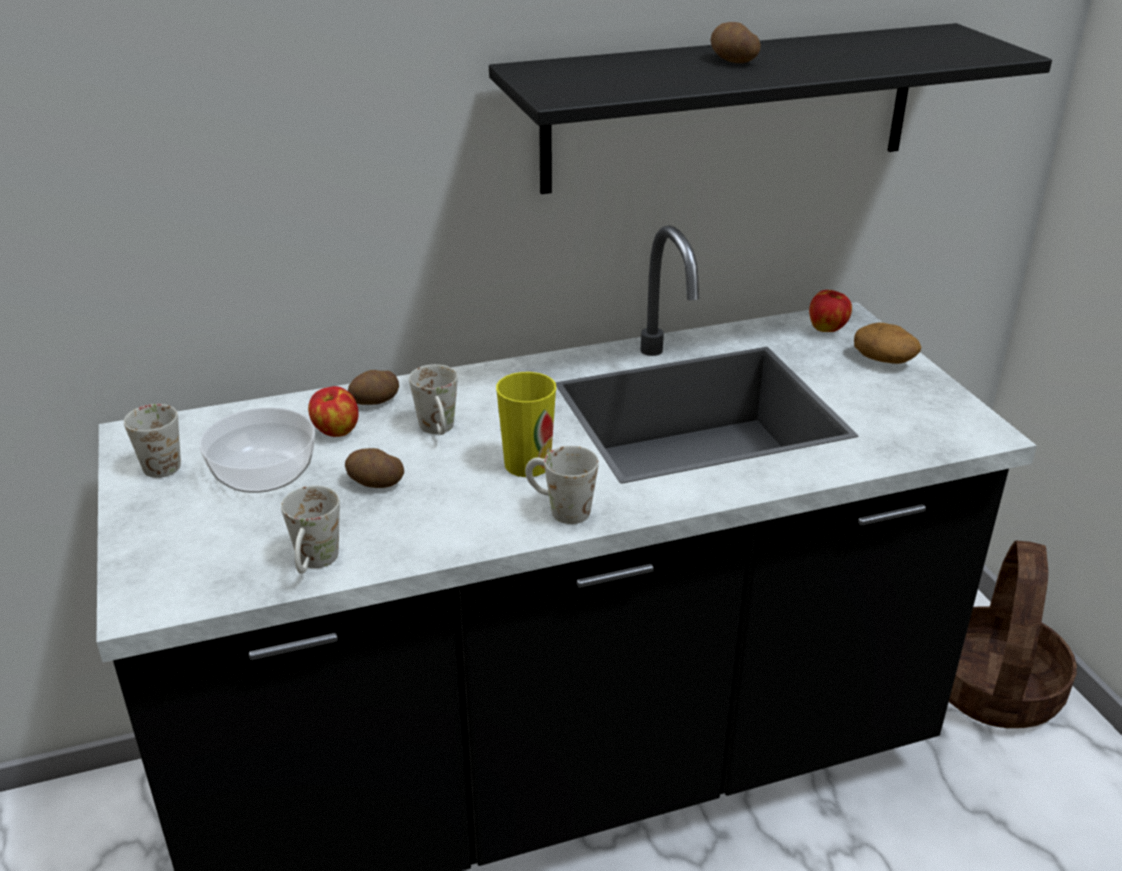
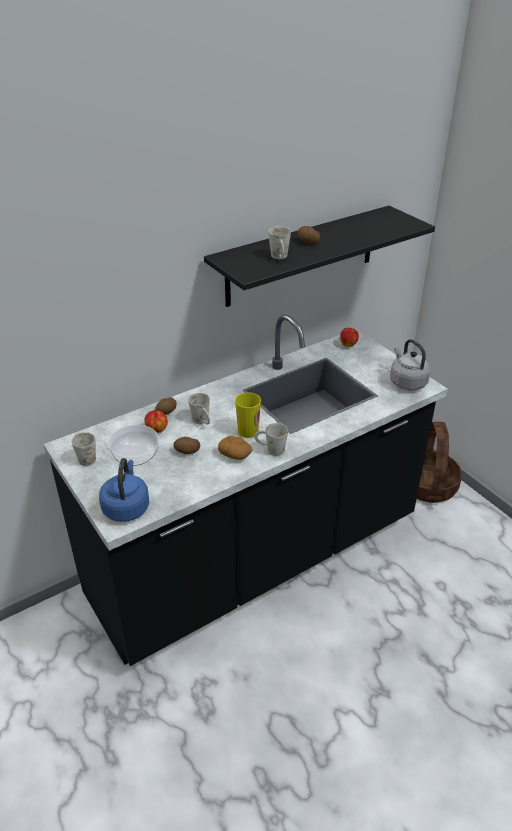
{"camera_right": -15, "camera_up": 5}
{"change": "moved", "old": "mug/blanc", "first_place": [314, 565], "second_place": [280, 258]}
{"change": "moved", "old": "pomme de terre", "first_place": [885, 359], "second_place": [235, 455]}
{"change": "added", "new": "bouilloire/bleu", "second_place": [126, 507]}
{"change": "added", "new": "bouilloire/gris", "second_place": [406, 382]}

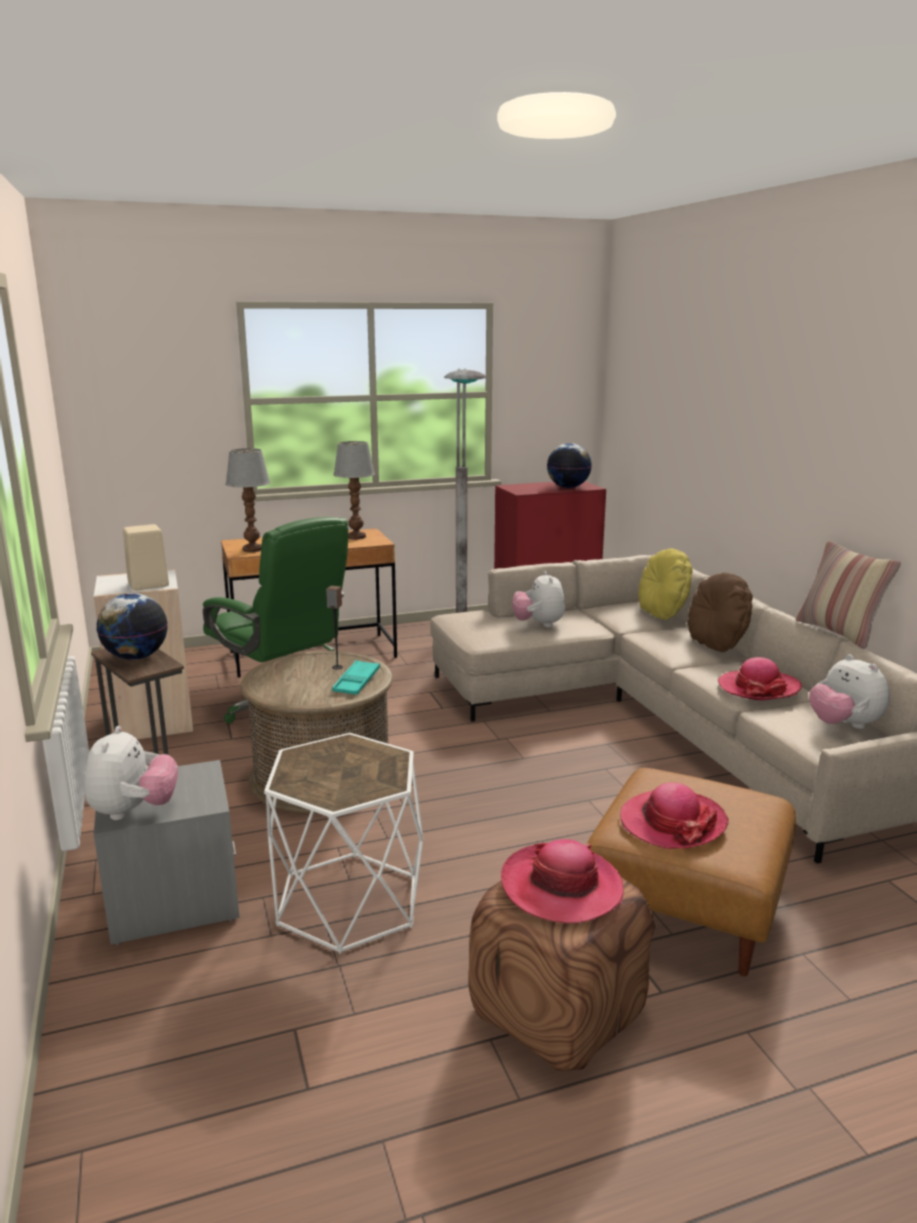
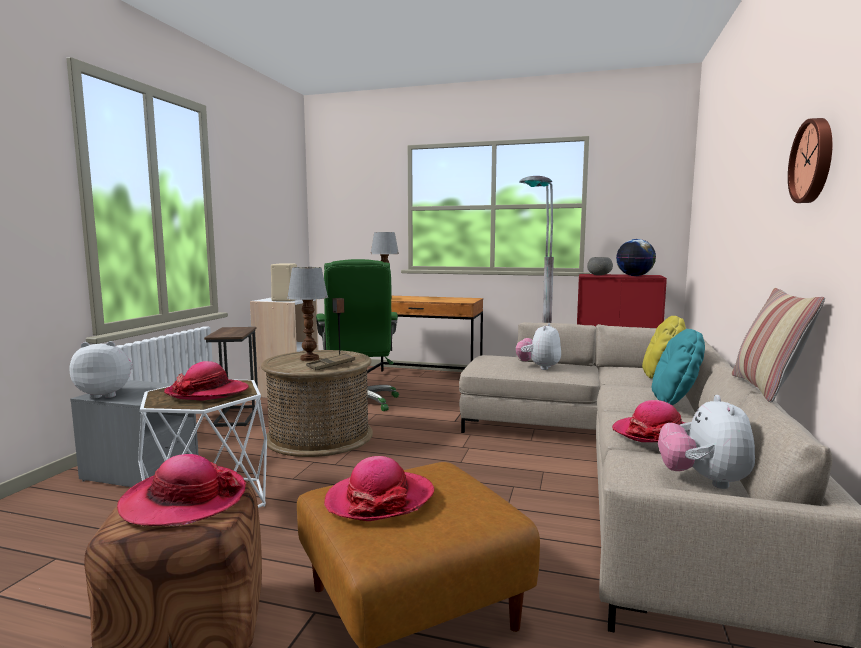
{"camera_right": 35, "camera_up": -10}
{"change": "turned", "old": "peluche", "first_place": [134, 811], "second_place": [106, 394], "degrees": -135}
{"change": "removed", "old": "globe", "first_place": [136, 657]}
{"change": "recoloured", "old": "plateau/turquoise", "new": "plateau/marron", "first_place": [357, 682], "second_place": [331, 365]}
{"change": "moved", "old": "lampe de table", "first_place": [357, 537], "second_place": [310, 359]}
{"change": "recoloured", "old": "coussin/marron", "new": "coussin/turquoise", "first_place": [716, 645], "second_place": [675, 402]}
{"change": "added", "new": "chapeau", "second_place": [207, 392]}
{"change": "added", "new": "bol/gris", "second_place": [599, 275]}
{"change": "added", "new": "horloge murale", "second_place": [814, 161]}

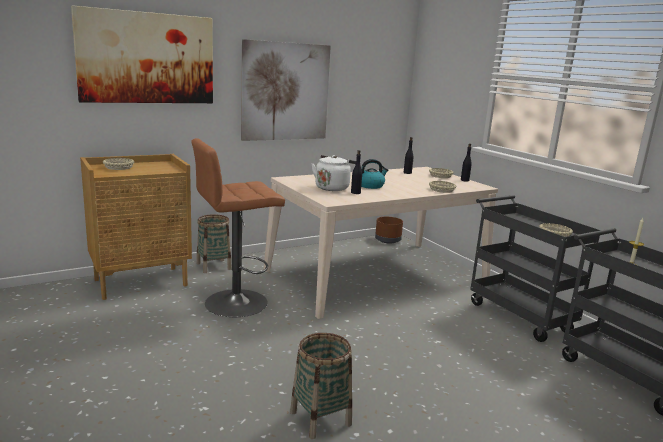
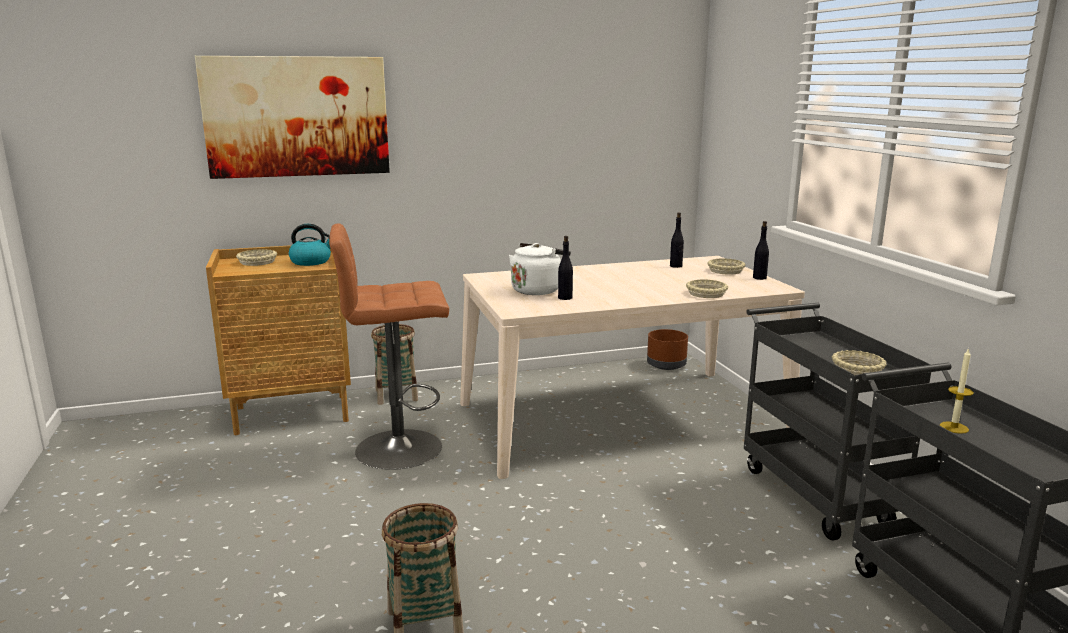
{"camera_right": 15, "camera_up": 0}
{"change": "removed", "old": "tableau", "first_place": [285, 92]}
{"change": "moved", "old": "bouilloire", "first_place": [370, 186], "second_place": [311, 262]}

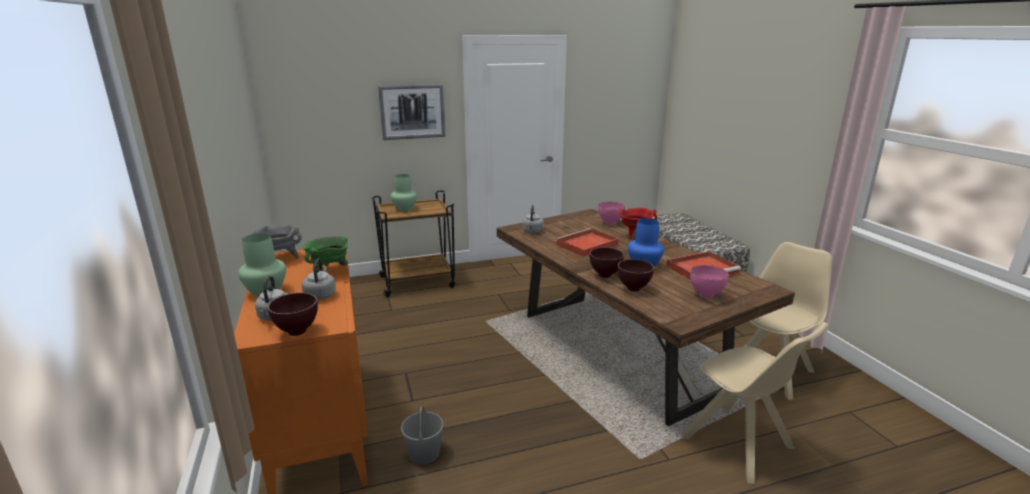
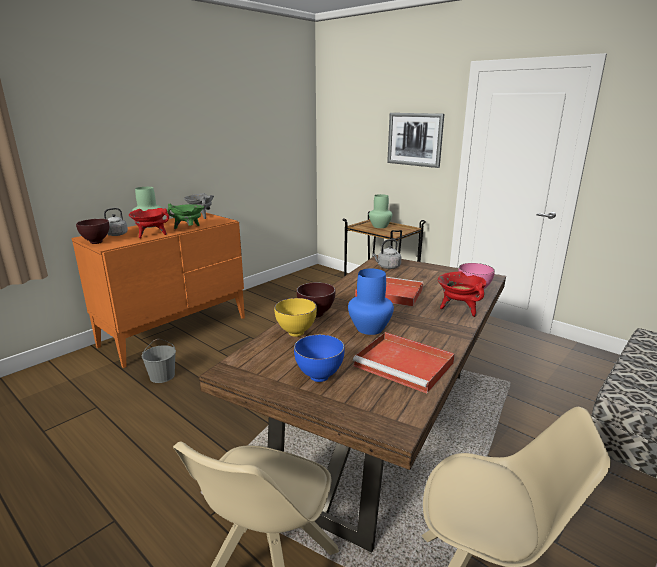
{"camera_right": 60, "camera_up": 0}
{"change": "replaced", "old": "bouilloire/gris", "new": "marmite/rouge", "first_place": [321, 295], "second_place": [151, 235]}
{"change": "recoloured", "old": "bol/marron", "new": "bol/jaune", "first_place": [632, 289], "second_place": [296, 333]}
{"change": "recoloured", "old": "bol/rose", "new": "bol/bleu", "first_place": [705, 295], "second_place": [320, 377]}

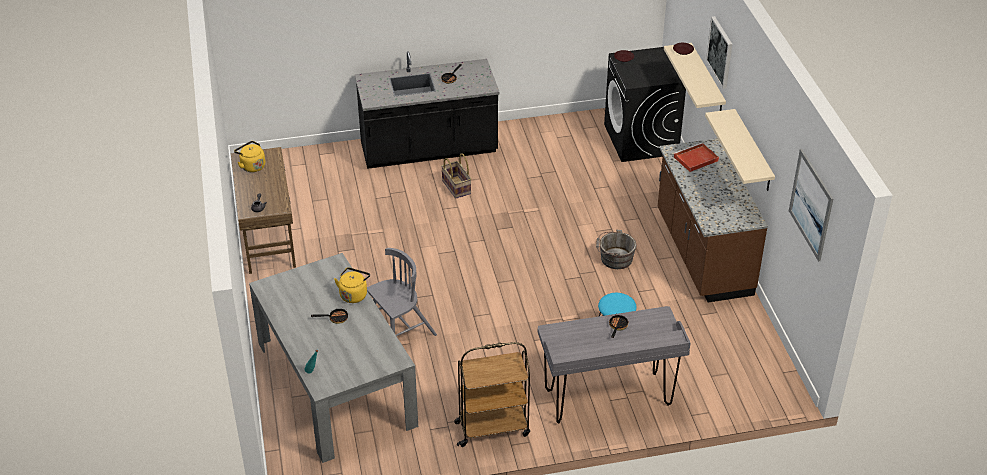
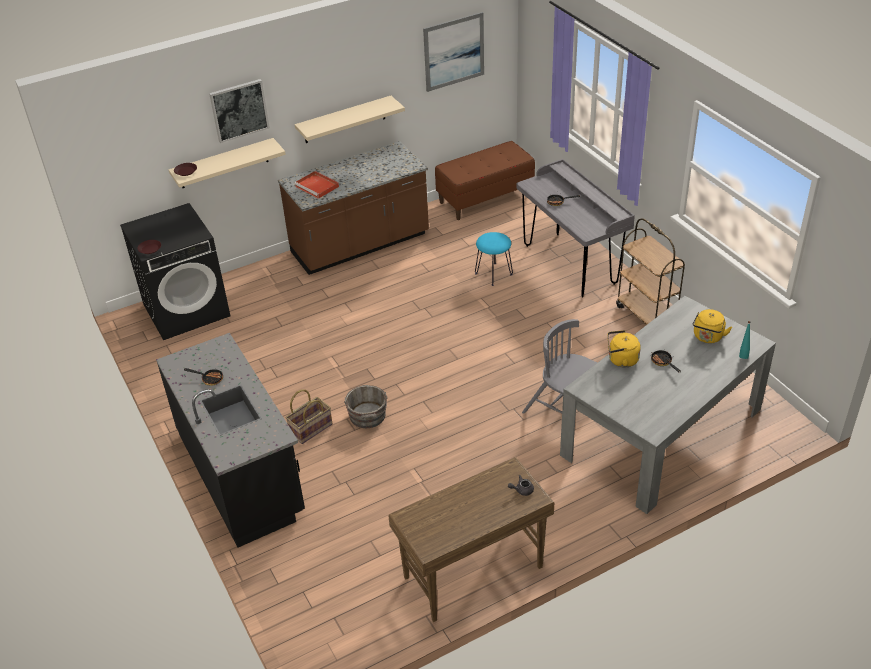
{"camera_right": -105, "camera_up": 0}
{"change": "moved", "old": "bouilloire/jaune", "first_place": [251, 166], "second_place": [707, 337]}
{"change": "moved", "old": "seau/gris", "first_place": [614, 258], "second_place": [368, 417]}
{"change": "added", "new": "banc/marron", "second_place": [485, 198]}

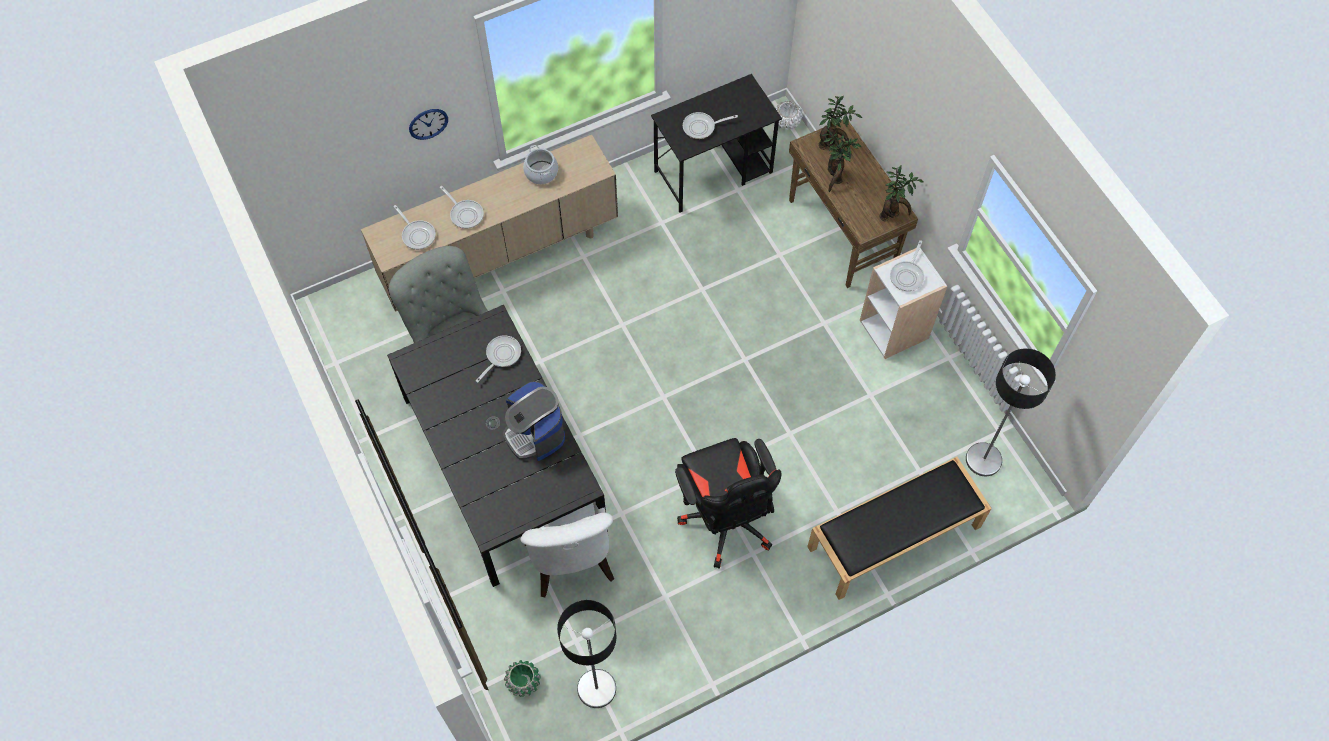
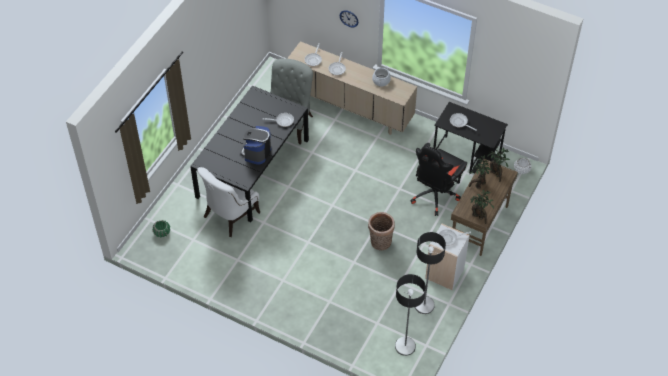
{"camera_right": 55, "camera_up": -10}
{"change": "moved", "old": "lampadaire", "first_place": [597, 688], "second_place": [424, 305]}
{"change": "moved", "old": "chaise de bureau/noir", "first_place": [724, 513], "second_place": [437, 192]}
{"change": "removed", "old": "banc/noir", "first_place": [893, 538]}
{"change": "added", "new": "panier", "second_place": [380, 243]}

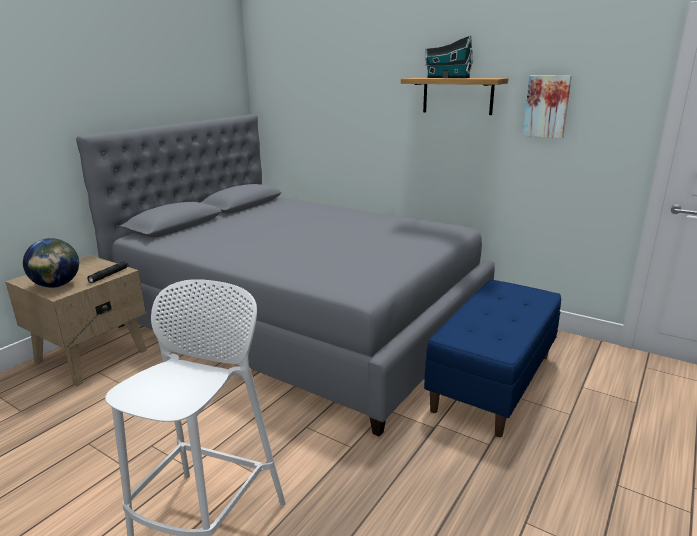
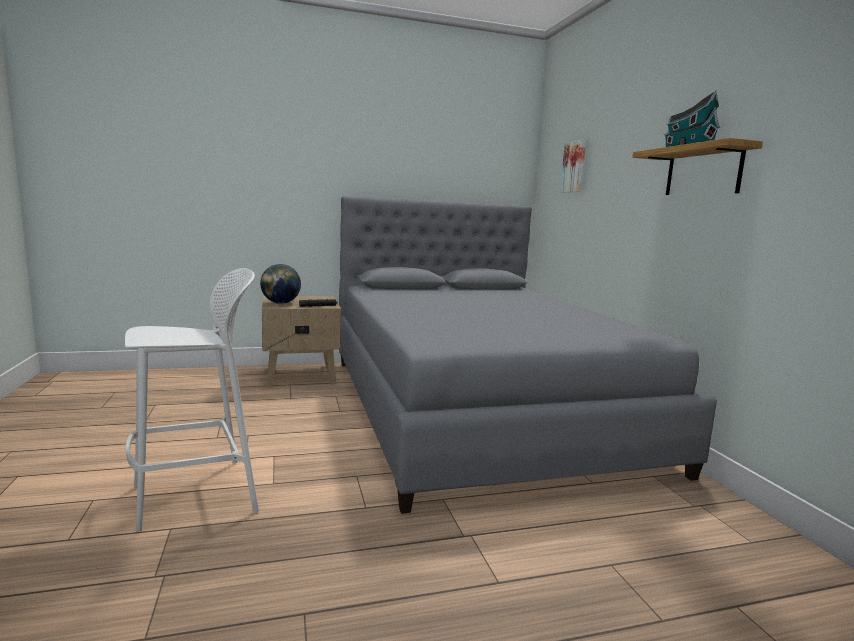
{"camera_right": 40, "camera_up": -10}
{"change": "removed", "old": "banc/bleu", "first_place": [492, 381]}
{"change": "moved", "old": "tableau", "first_place": [547, 106], "second_place": [574, 167]}

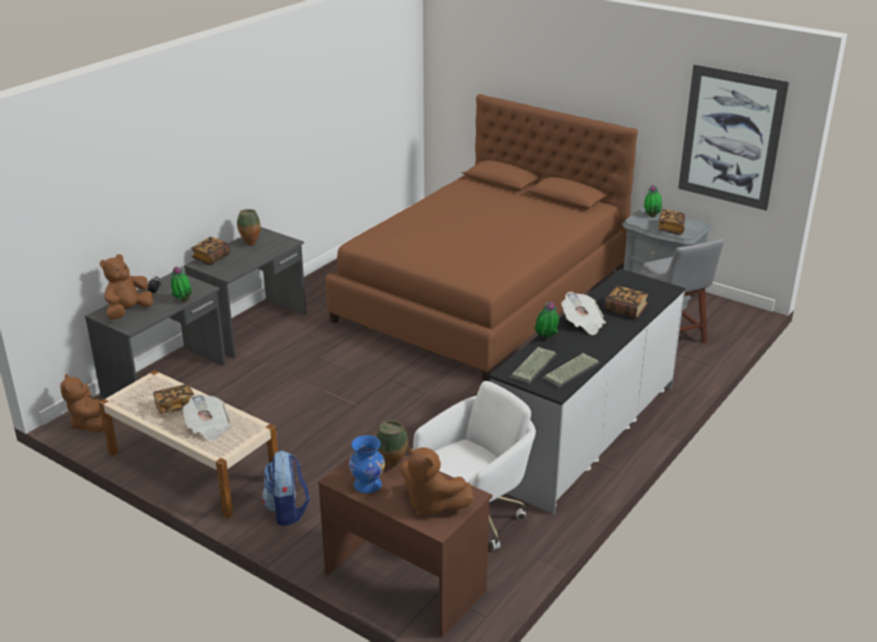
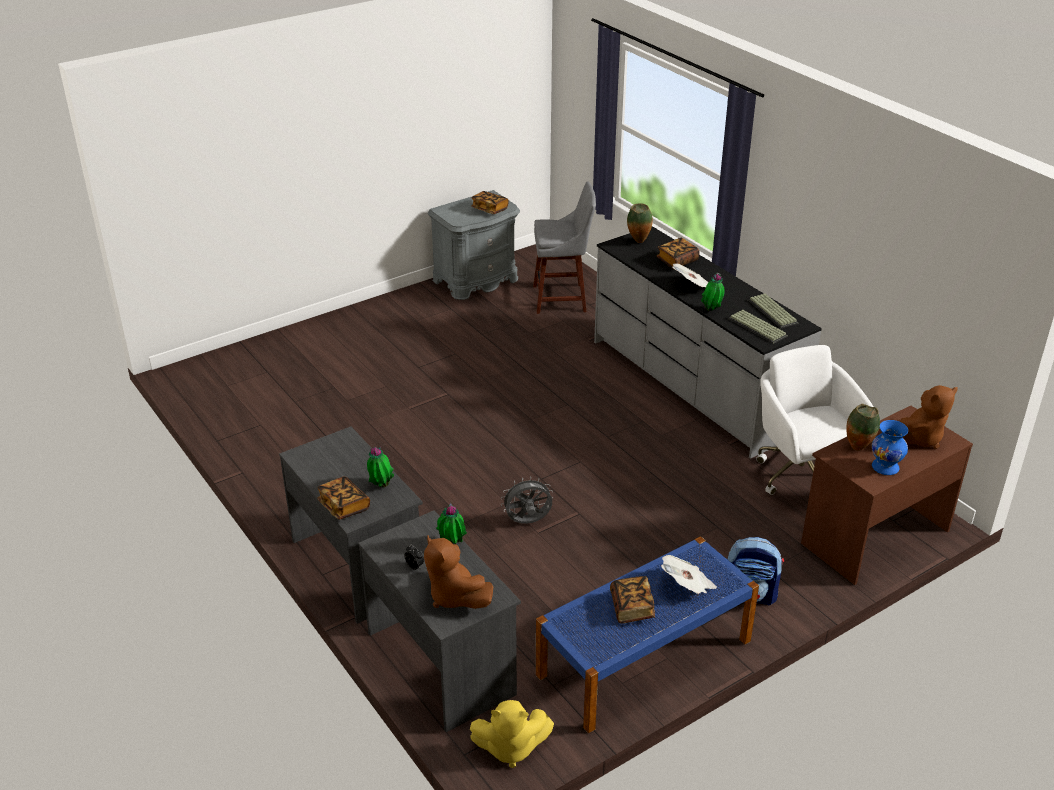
{"camera_right": -70, "camera_up": 5}
{"change": "recoloured", "old": "peluche/marron", "new": "peluche/jaune", "first_place": [90, 424], "second_place": [510, 748]}
{"change": "recoloured", "old": "banc/beige", "new": "banc/bleu", "first_place": [192, 467], "second_place": [645, 658]}
{"change": "moved", "old": "vase", "first_place": [250, 244], "second_place": [638, 242]}
{"change": "removed", "old": "lit/marron", "first_place": [483, 295]}
{"change": "moved", "old": "plante en pot", "first_place": [651, 216], "second_place": [381, 485]}
{"change": "removed", "old": "tableau", "first_place": [731, 137]}
{"change": "added", "new": "ventilateur/gris", "second_place": [528, 522]}

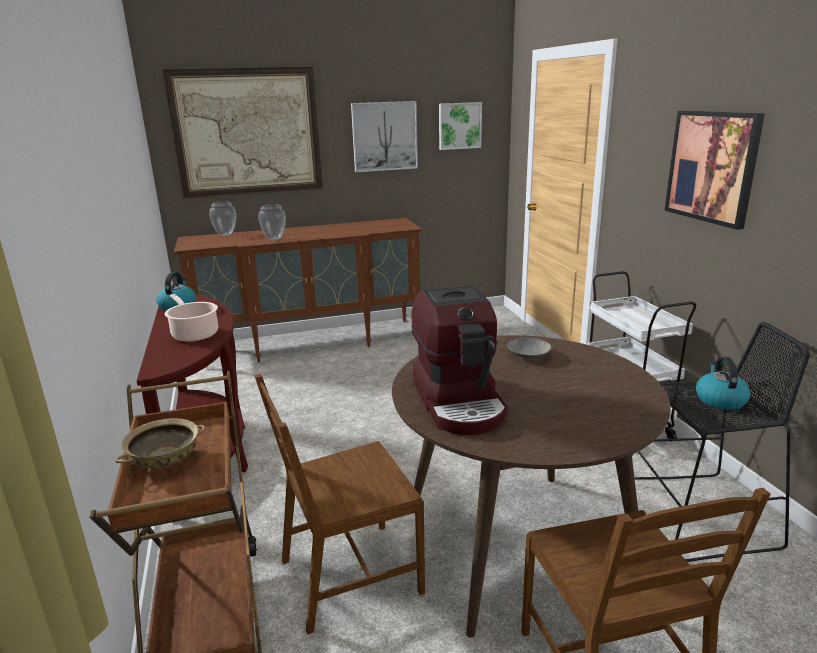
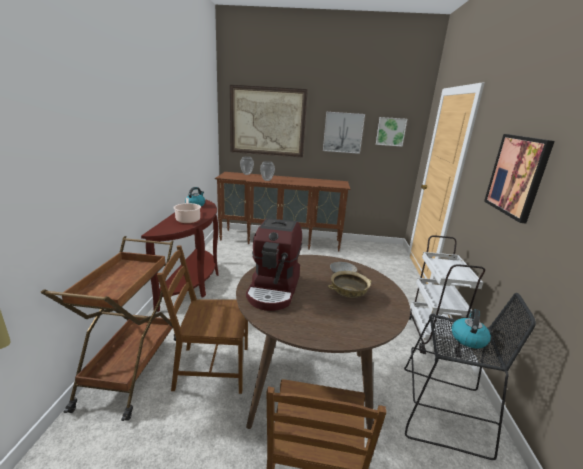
{"camera_right": 20, "camera_up": 0}
{"change": "moved", "old": "bol/beige", "first_place": [166, 461], "second_place": [349, 294]}

